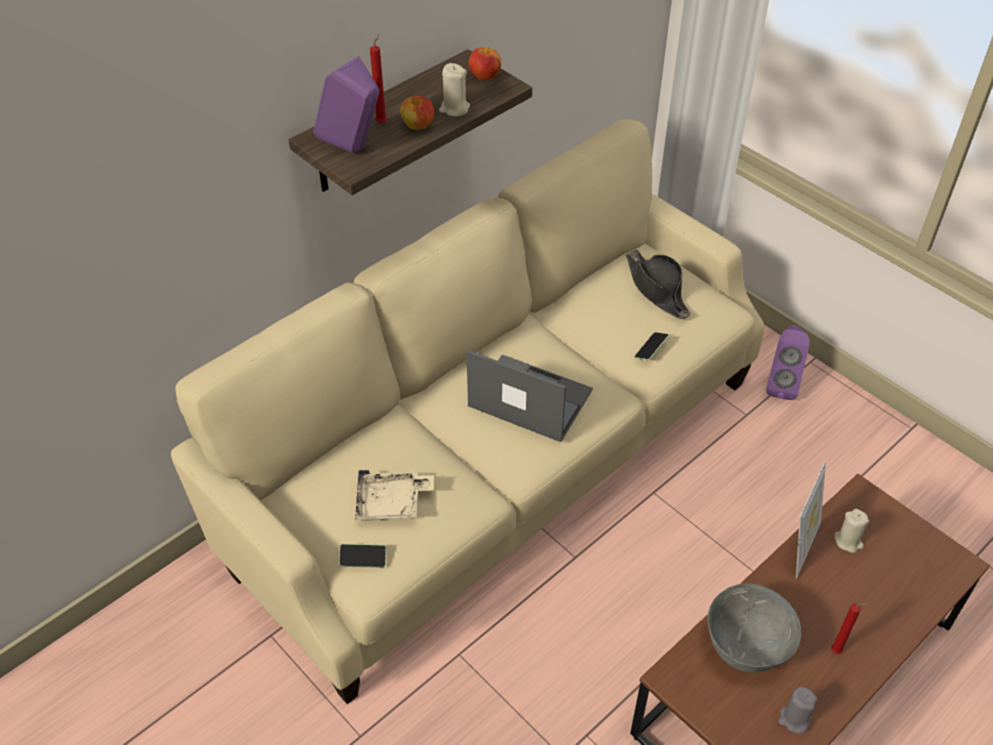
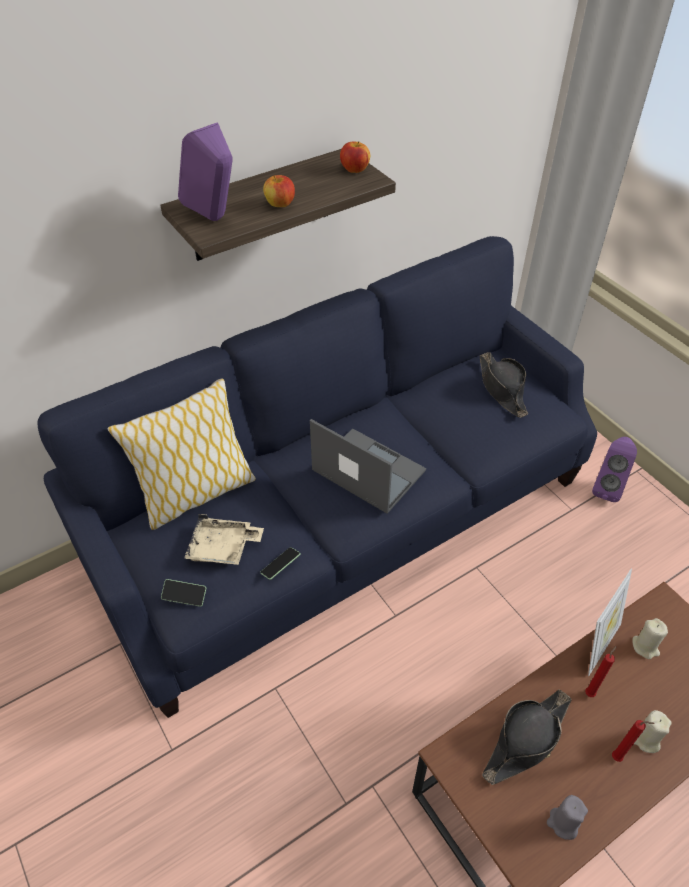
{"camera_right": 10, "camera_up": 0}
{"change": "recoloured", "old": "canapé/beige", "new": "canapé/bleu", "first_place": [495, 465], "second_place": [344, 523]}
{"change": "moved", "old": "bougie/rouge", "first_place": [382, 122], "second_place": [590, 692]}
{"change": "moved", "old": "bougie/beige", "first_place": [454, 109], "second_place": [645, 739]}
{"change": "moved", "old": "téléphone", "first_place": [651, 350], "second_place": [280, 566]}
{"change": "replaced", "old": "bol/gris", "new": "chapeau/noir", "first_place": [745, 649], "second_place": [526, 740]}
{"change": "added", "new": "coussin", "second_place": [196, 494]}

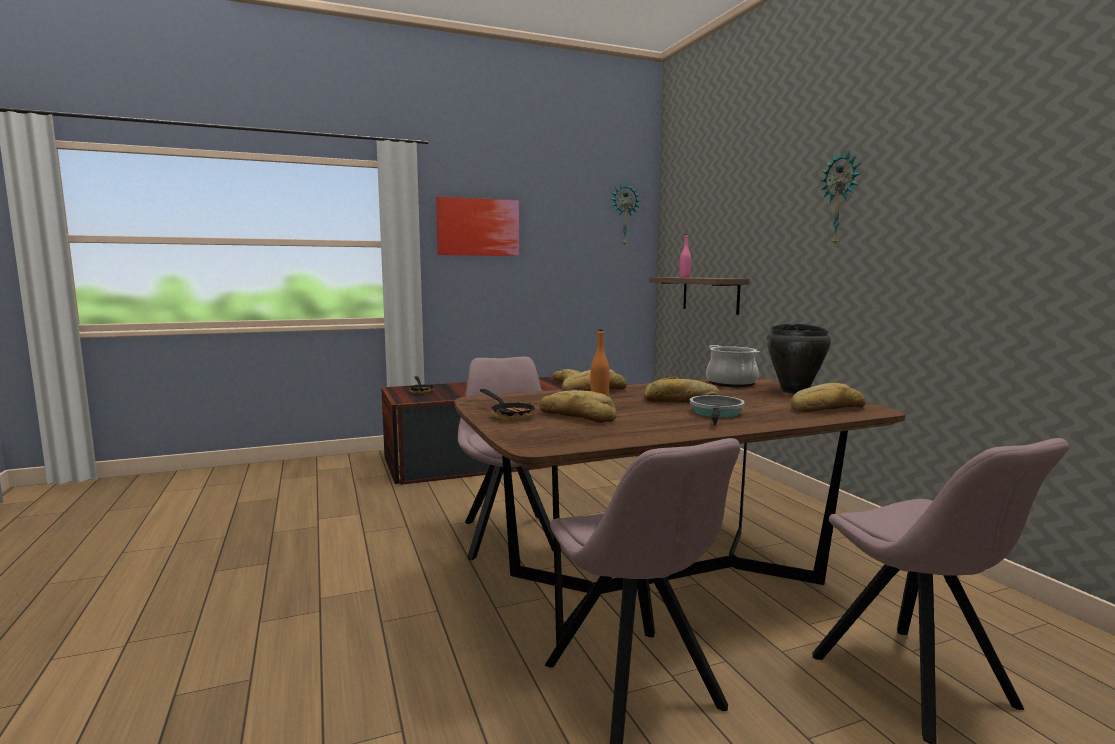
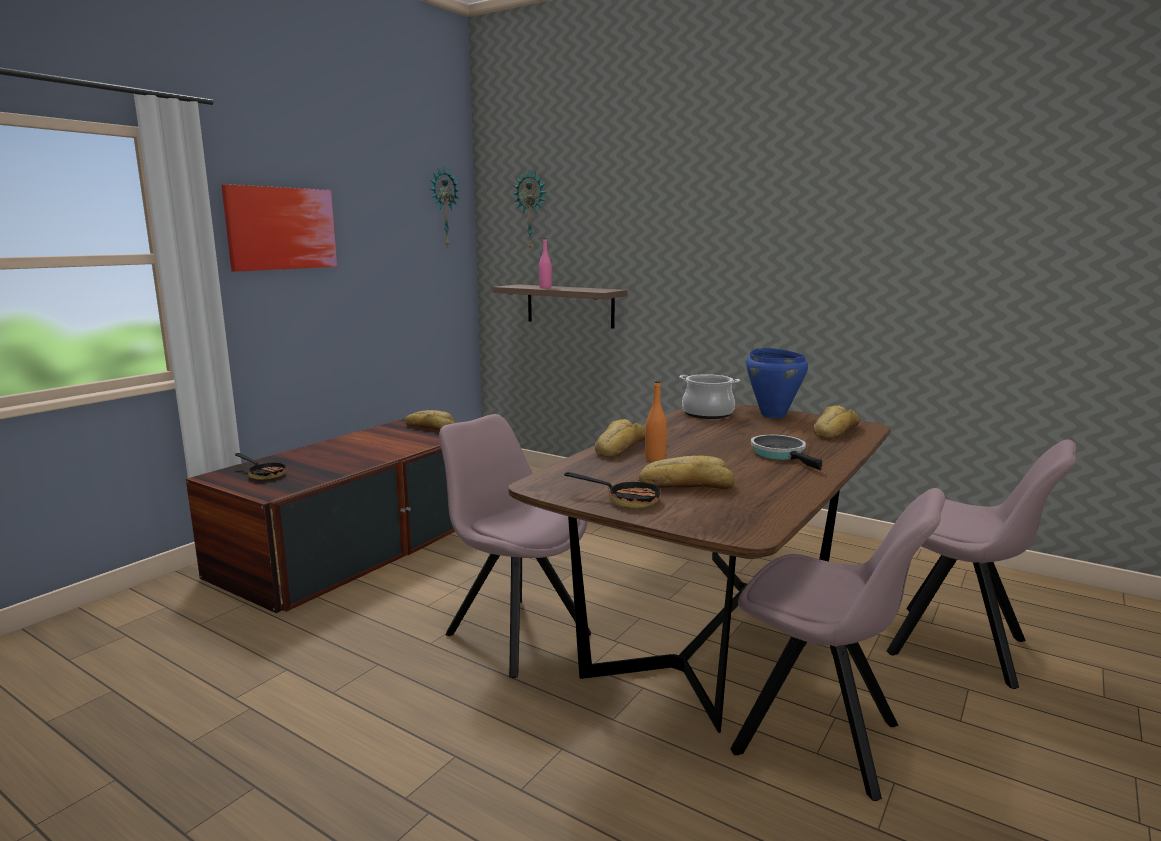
{"camera_right": -35, "camera_up": 5}
{"change": "removed", "old": "pain", "first_place": [682, 401]}
{"change": "recoloured", "old": "marmite/noir", "new": "marmite/bleu", "first_place": [795, 391], "second_place": [773, 415]}
{"change": "moved", "old": "horloge murale", "first_place": [841, 199], "second_place": [531, 211]}

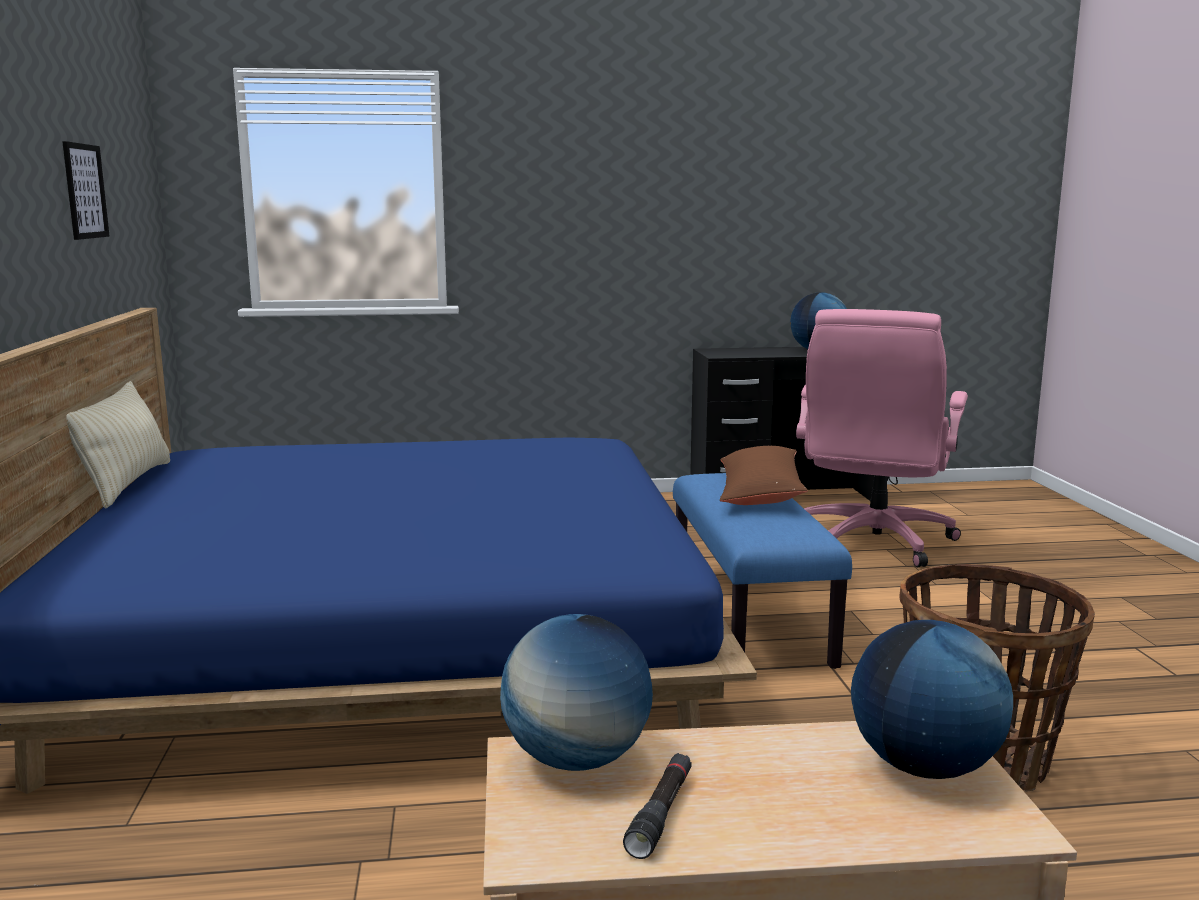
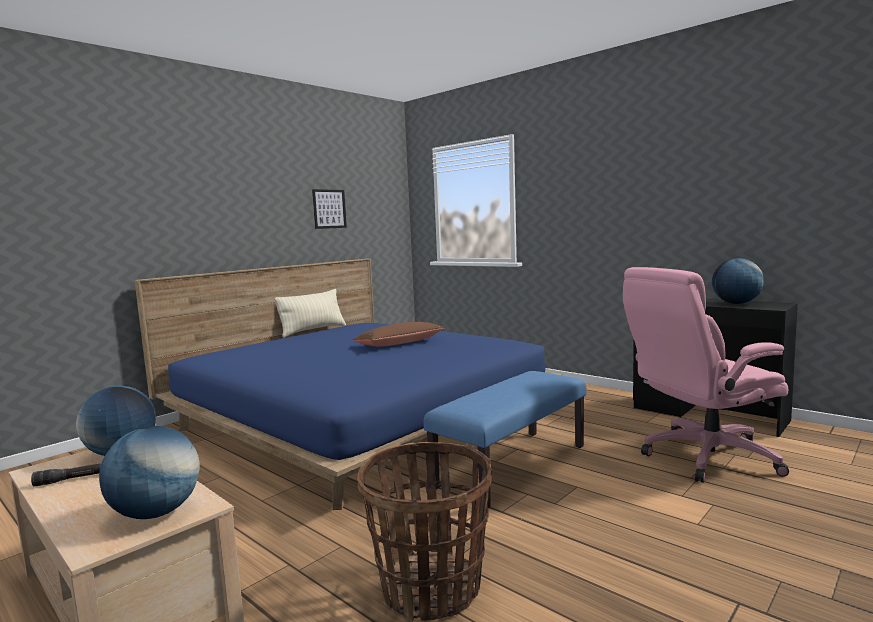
{"camera_right": 50, "camera_up": -5}
{"change": "moved", "old": "coussin/marron", "first_place": [759, 492], "second_place": [400, 343]}

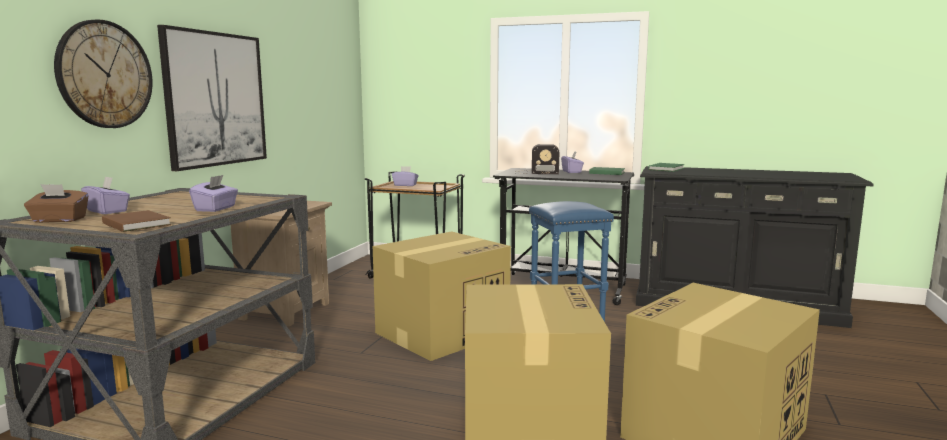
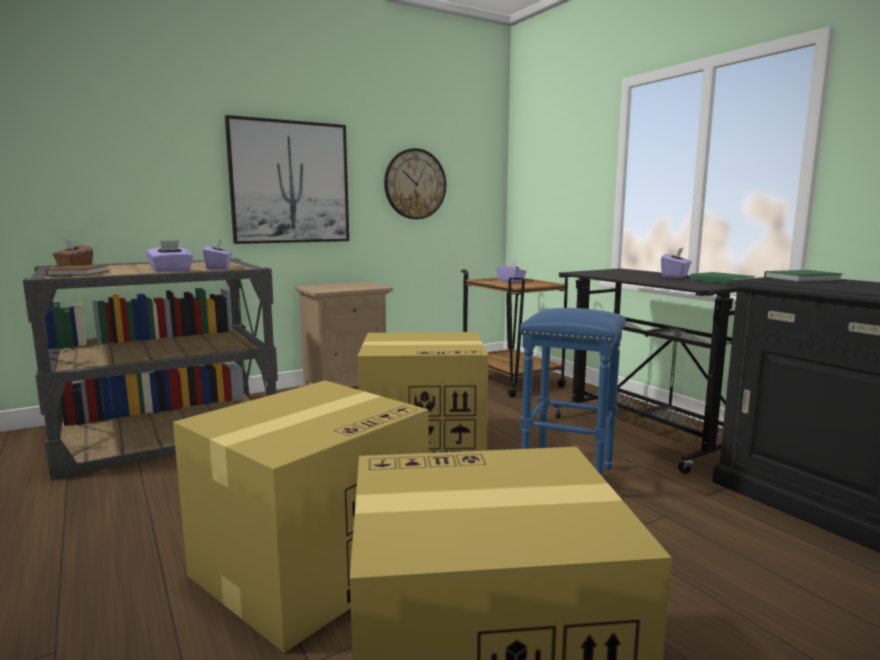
{"camera_right": 40, "camera_up": 0}
{"change": "moved", "old": "horloge murale", "first_place": [104, 74], "second_place": [415, 184]}
{"change": "moved", "old": "boîte à mouchoirs/violet", "first_place": [108, 211], "second_place": [219, 268]}
{"change": "removed", "old": "radio", "first_place": [534, 172]}

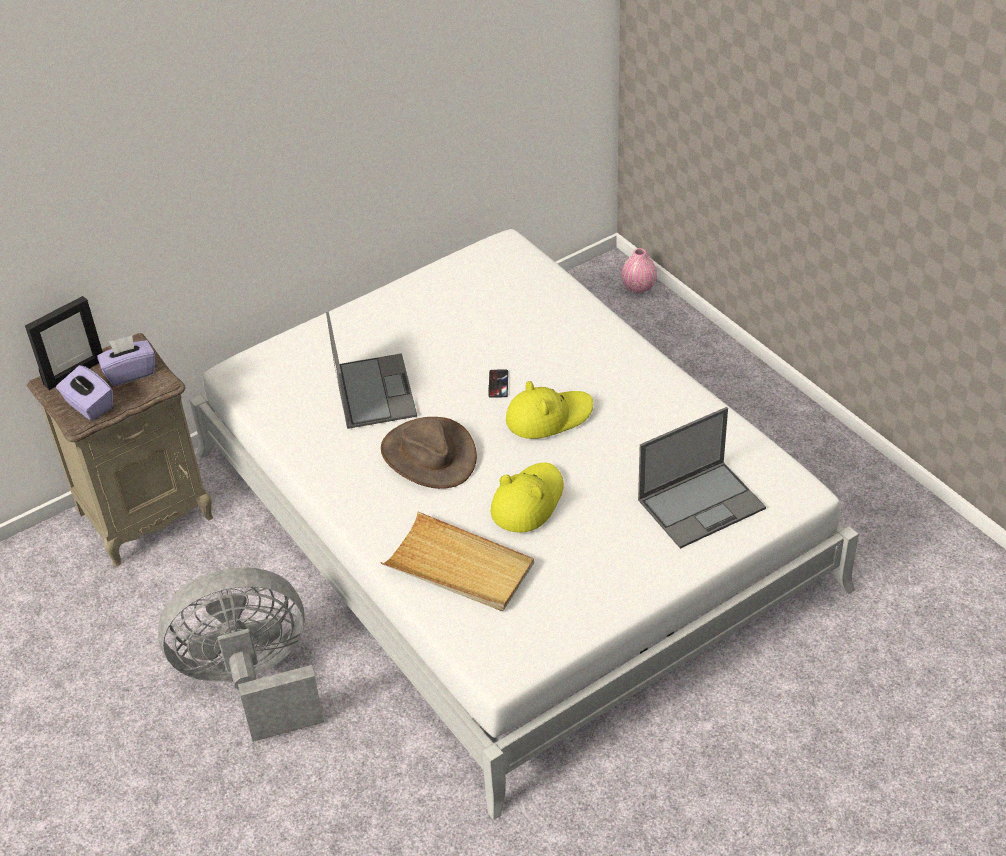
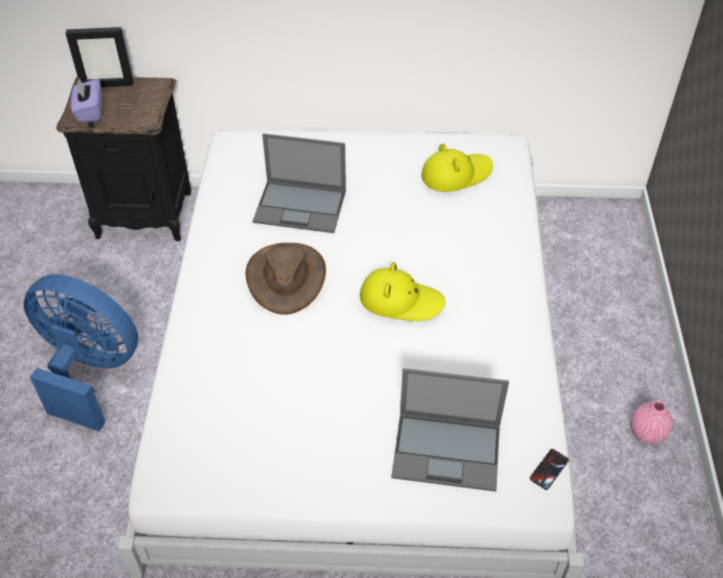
{"camera_right": 35, "camera_up": 5}
{"change": "recoloured", "old": "table de chevet/beige", "new": "table de chevet/noir", "first_place": [146, 516], "second_place": [145, 216]}
{"change": "removed", "old": "boîte à mouchoirs/violet", "first_place": [130, 372]}
{"change": "recoloured", "old": "ventilateur/gris", "new": "ventilateur/bleu", "first_place": [252, 683], "second_place": [90, 371]}
{"change": "turned", "old": "ordinateur portable", "first_place": [374, 390], "second_place": [301, 206], "degrees": 75}
{"change": "removed", "old": "plateau/beige", "first_place": [459, 567]}
{"change": "moved", "old": "téléphone", "first_place": [498, 384], "second_place": [549, 469]}
{"change": "moved", "old": "chapeau/jaune", "first_place": [527, 501], "second_place": [456, 174]}
{"change": "moved", "old": "vase/rose", "first_place": [638, 287], "second_place": [647, 433]}

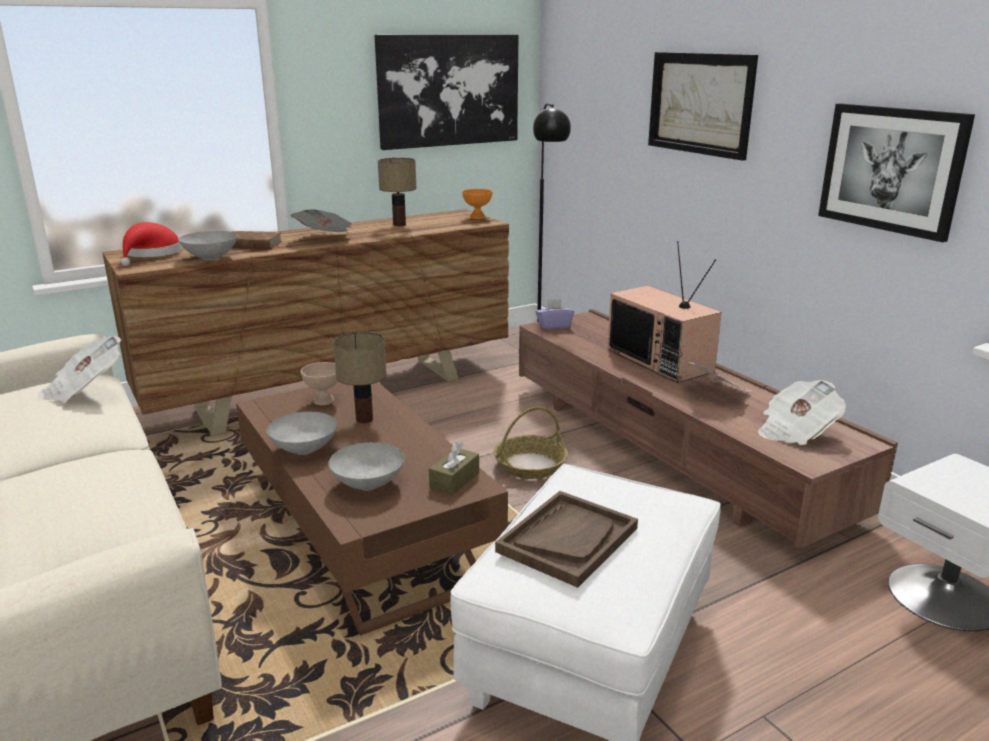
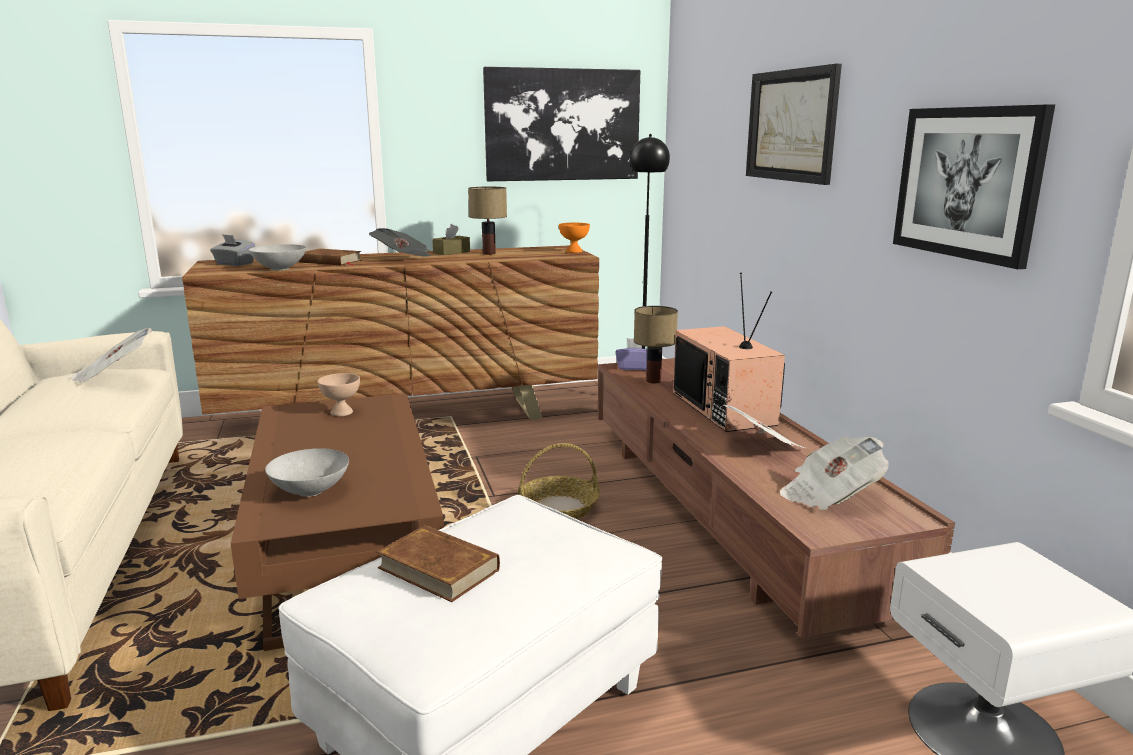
{"camera_right": 15, "camera_up": -5}
{"change": "replaced", "old": "chapeau/rouge", "new": "boîte à mouchoirs/gris", "first_place": [151, 254], "second_place": [234, 264]}
{"change": "removed", "old": "bol/gris", "first_place": [303, 450]}
{"change": "moved", "old": "lampe de table", "first_place": [365, 419], "second_place": [654, 381]}
{"change": "moved", "old": "boîte à mouchoirs/marron", "first_place": [454, 480], "second_place": [451, 252]}
{"change": "replaced", "old": "plateau/marron", "new": "livre/marron", "first_place": [567, 539], "second_place": [438, 568]}

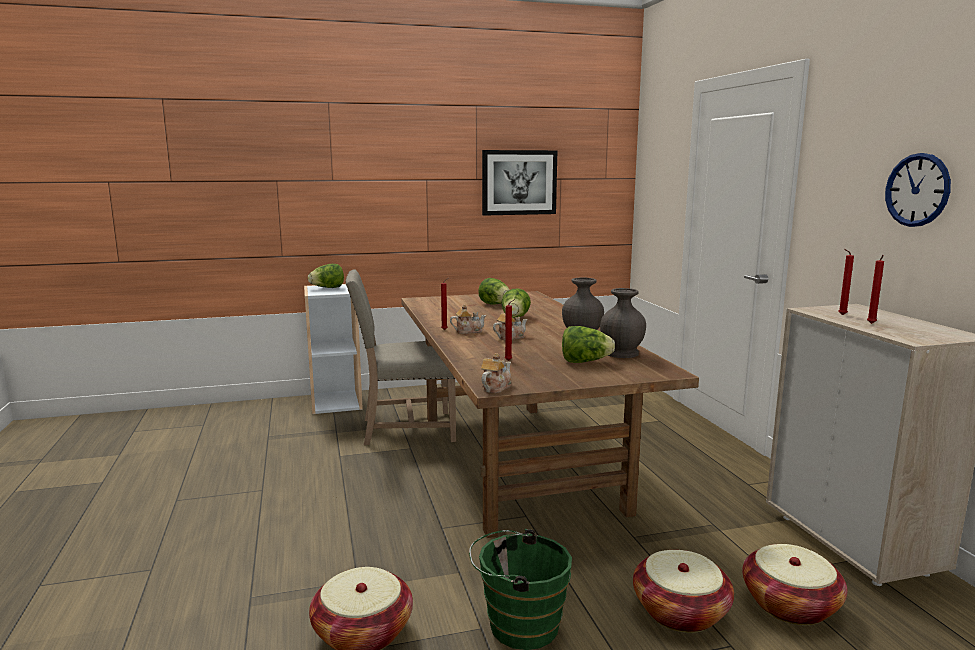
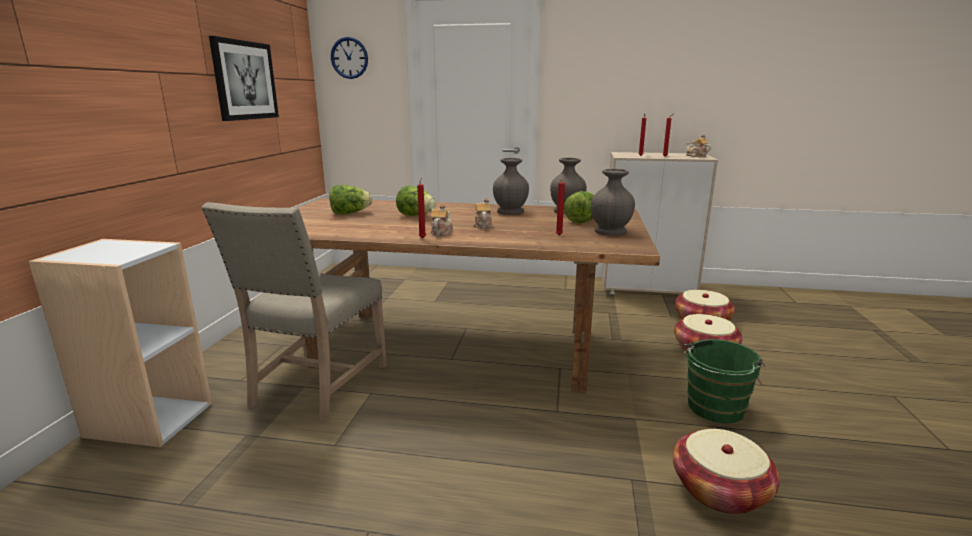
{"camera_right": -65, "camera_up": 5}
{"change": "removed", "old": "laitue", "first_place": [327, 288]}
{"change": "moved", "old": "théière", "first_place": [495, 388], "second_place": [696, 156]}
{"change": "moved", "old": "horloge murale", "first_place": [917, 190], "second_place": [349, 58]}
{"change": "added", "new": "vase/gris", "second_place": [611, 231]}

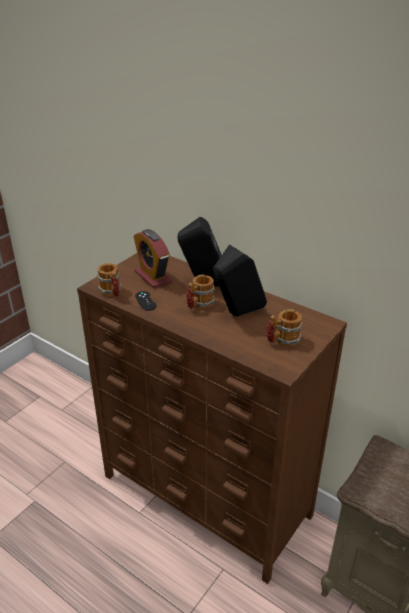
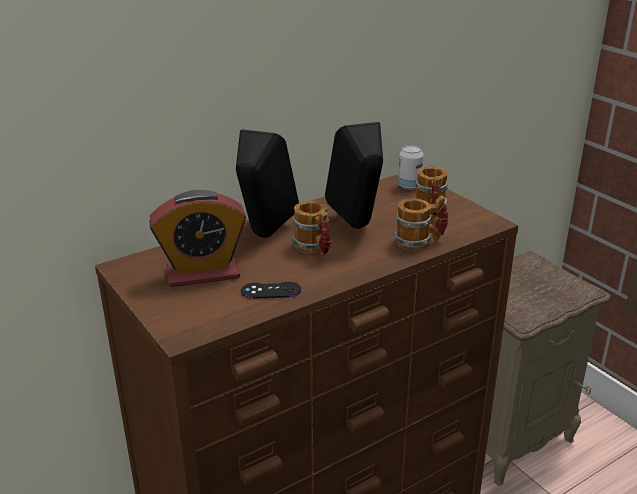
{"camera_right": -70, "camera_up": -5}
{"change": "moved", "old": "mug", "first_place": [112, 293], "second_place": [420, 242]}
{"change": "added", "new": "boîte métallique", "second_place": [409, 186]}

